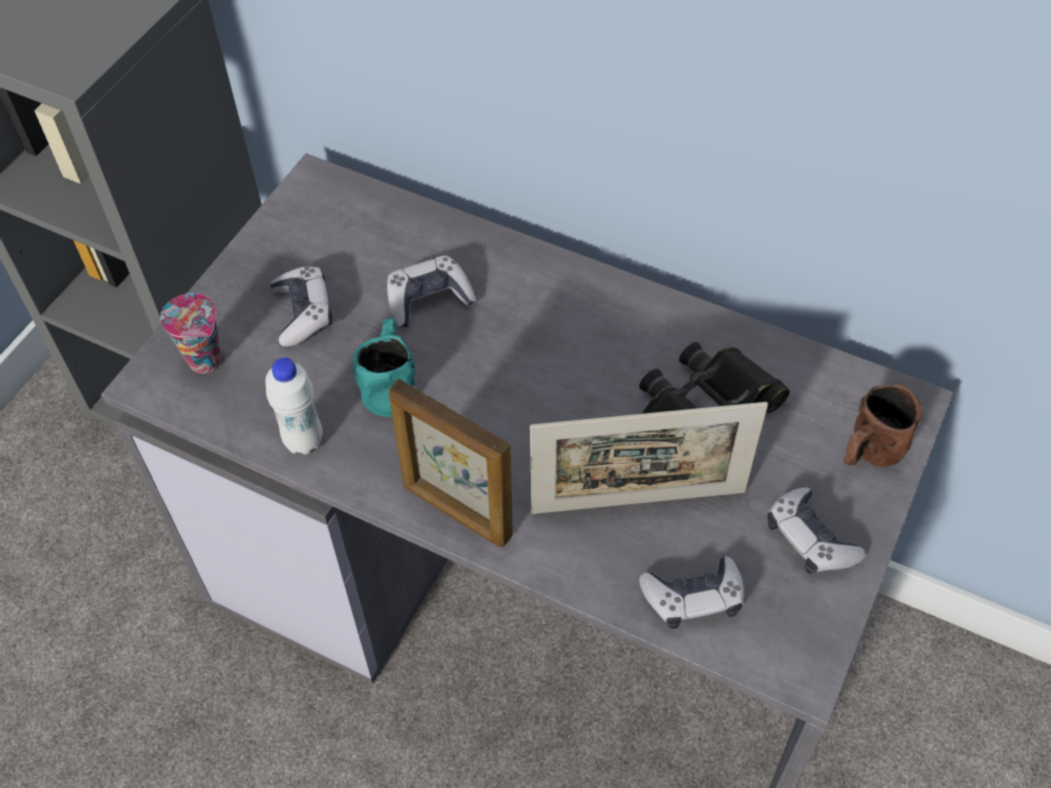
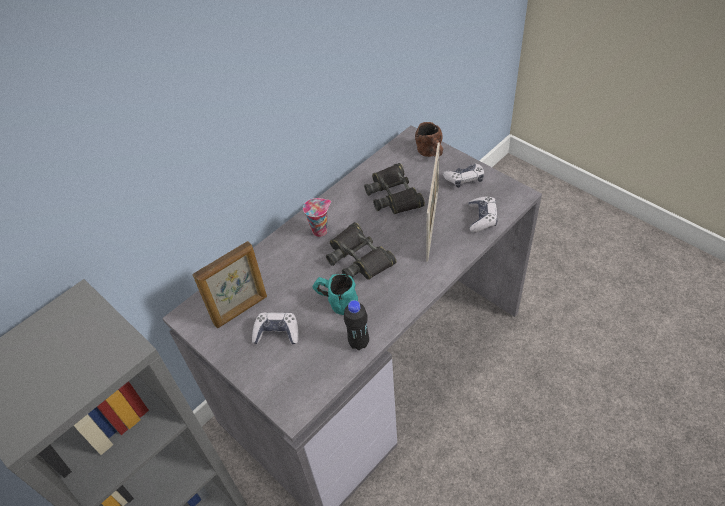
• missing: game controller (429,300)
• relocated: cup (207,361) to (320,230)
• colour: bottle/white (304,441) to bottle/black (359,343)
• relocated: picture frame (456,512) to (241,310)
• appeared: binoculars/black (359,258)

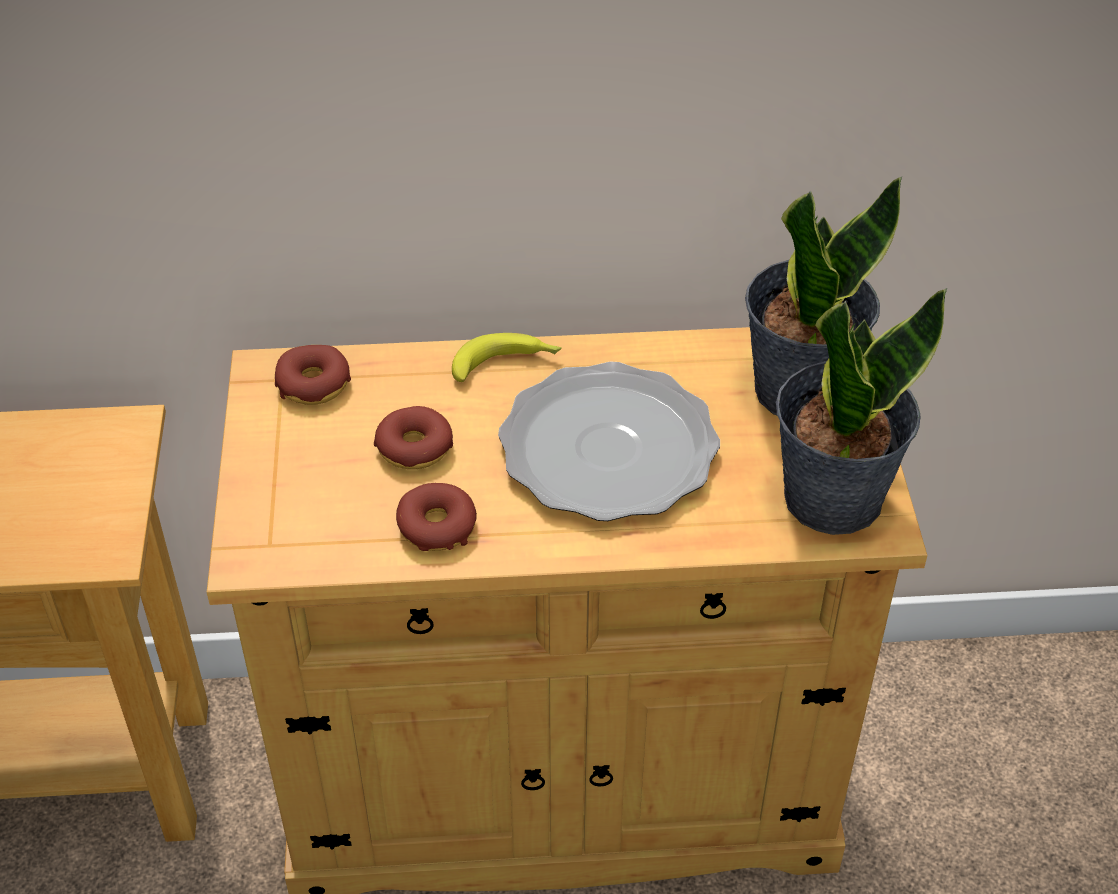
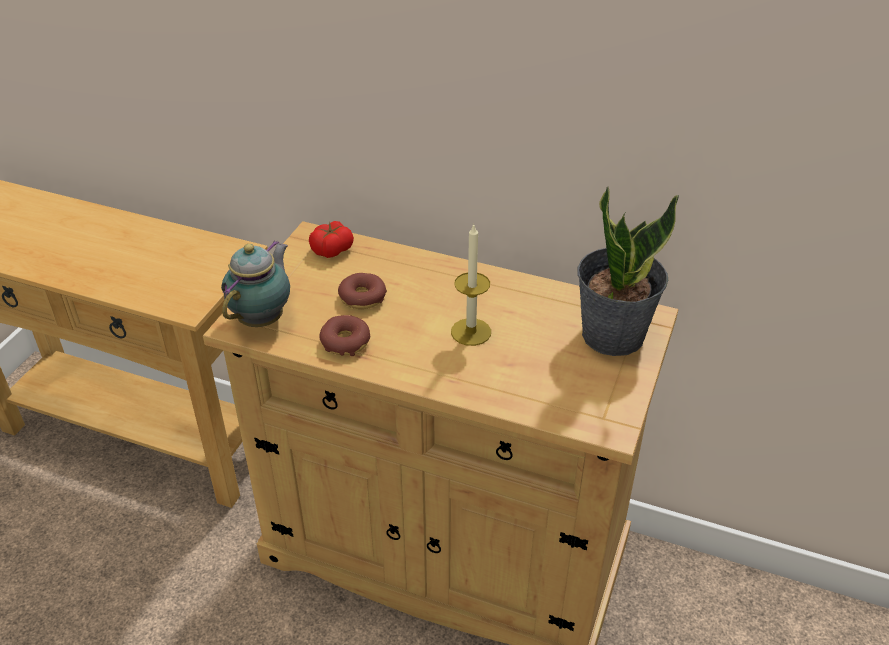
• missing: potted plant (831,496)
• missing: banana (506,365)
• exchanged: donut (313,384) to tomato (331,249)
• exchanged: plate (607,449) to candle (471,332)
• appeared: teapot (263,318)

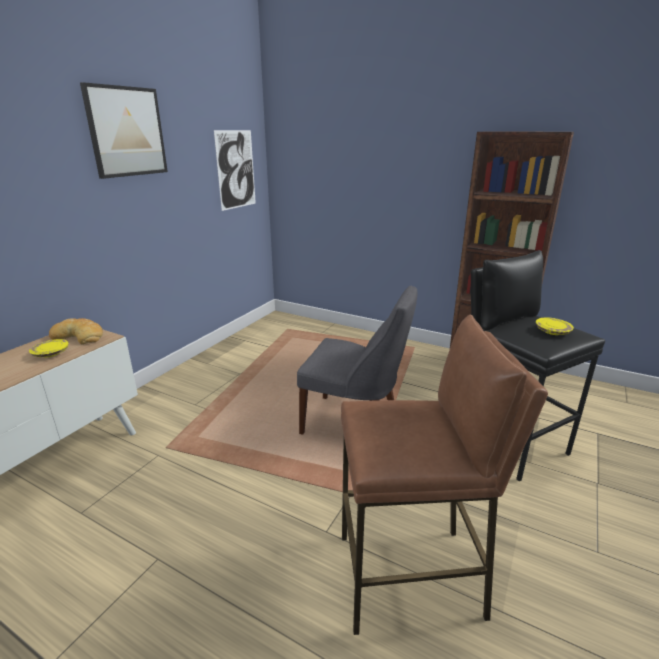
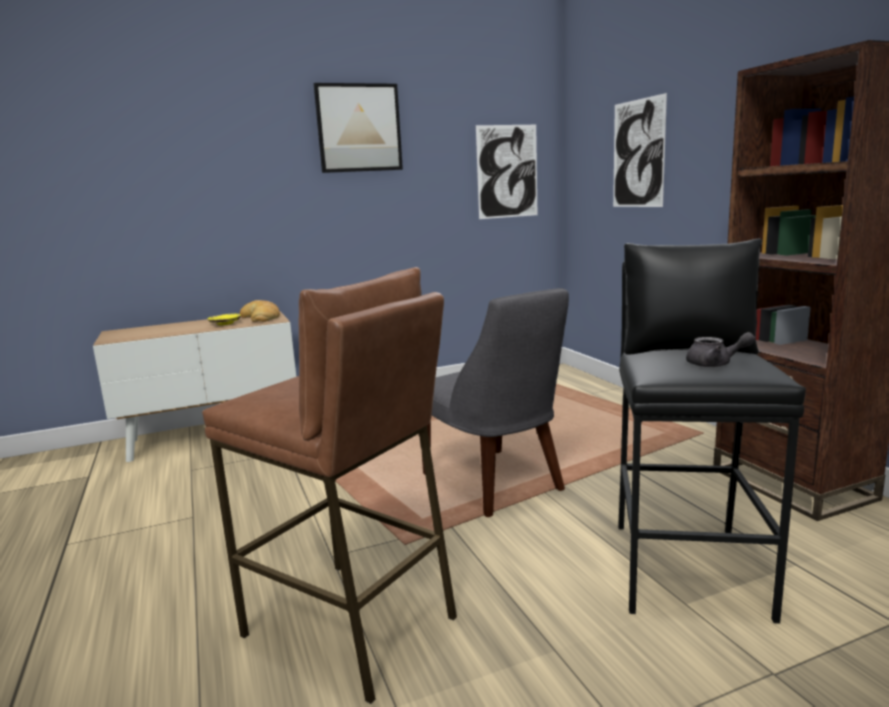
• exchanged: plate/yellow (552,331) to teapot/grey (715,364)
• appeared: picture (638,154)

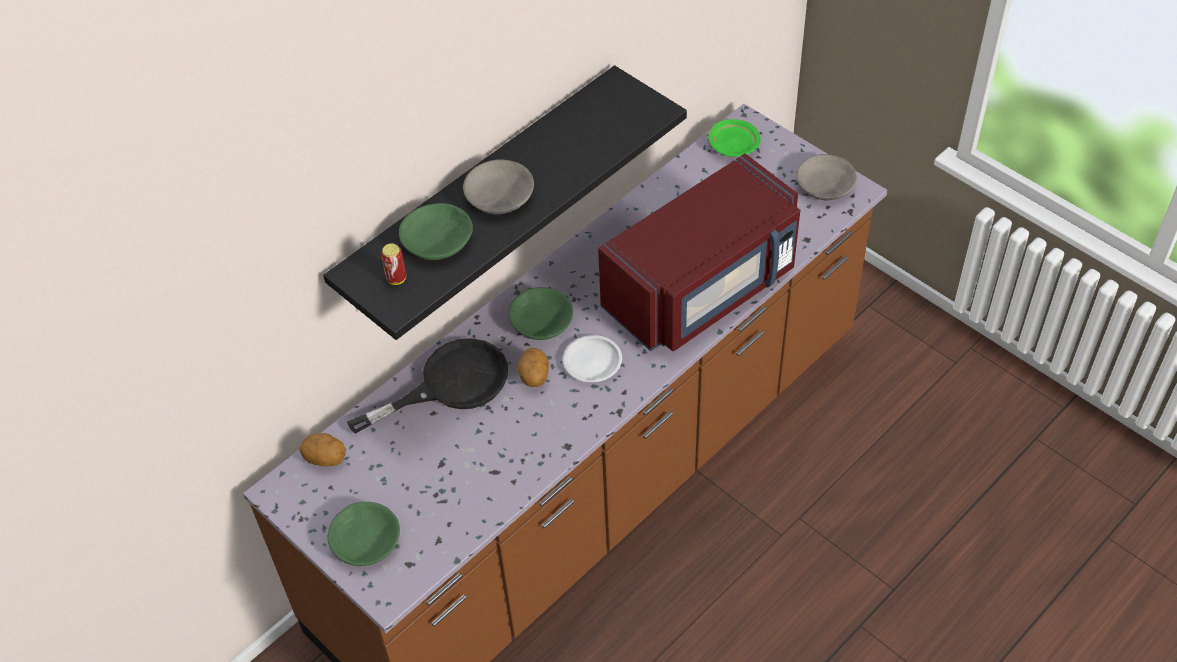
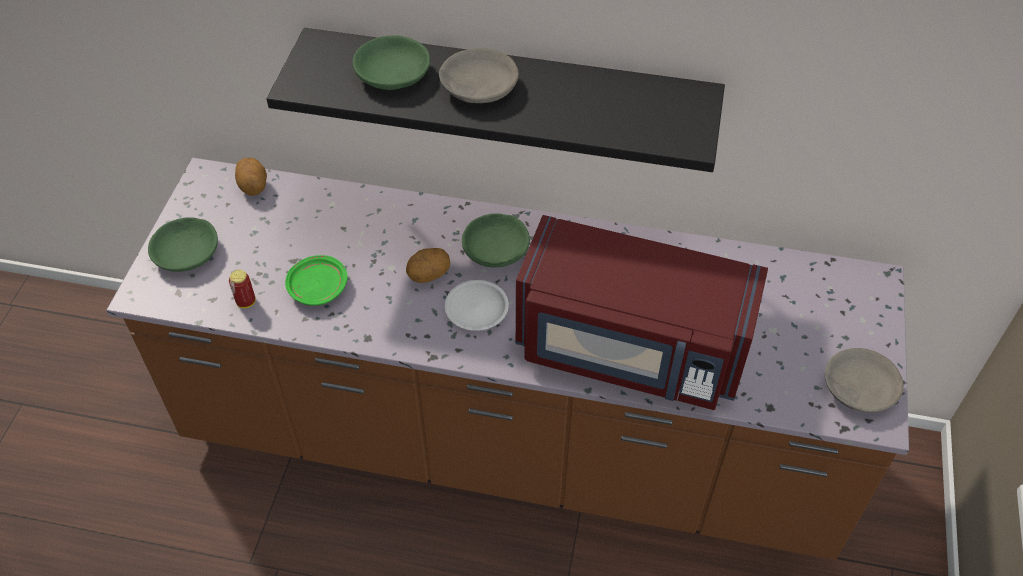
• relocated: plate/green (733,145) to (318,287)
• relocated: can (396,279) to (246,302)
• missing: frying pan/black (450,385)

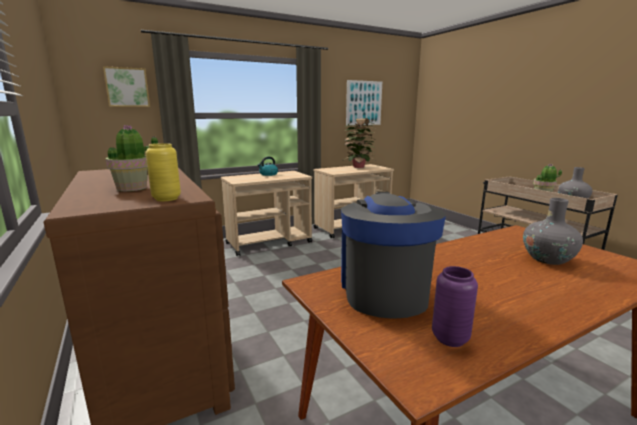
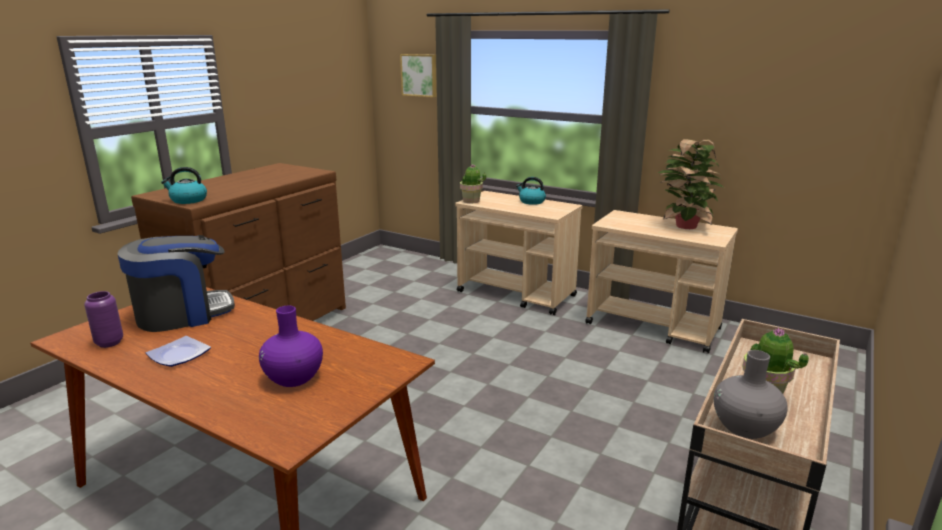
• missing: picture (364,103)
• relocated: potted plant (132,188) to (471,201)
• exchanged: vase/yellow (166,199) to kettle (188,200)
• colour: vase/grey (548,259) to vase/purple (293,378)
• appeared: plate (180,355)

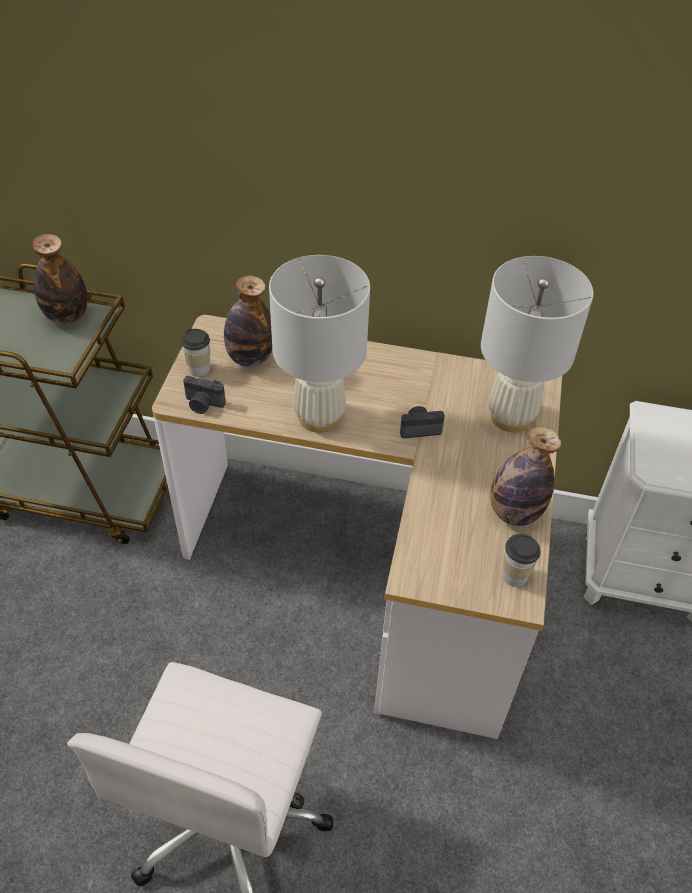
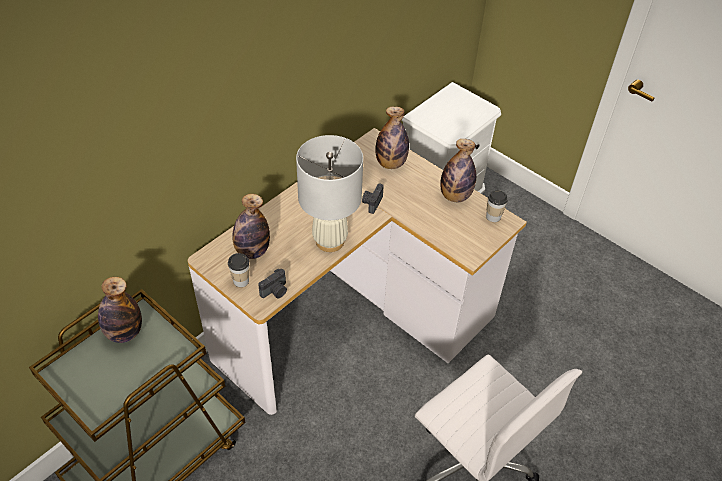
• exchanged: table lamp/white (510,417) to bottle (390,163)

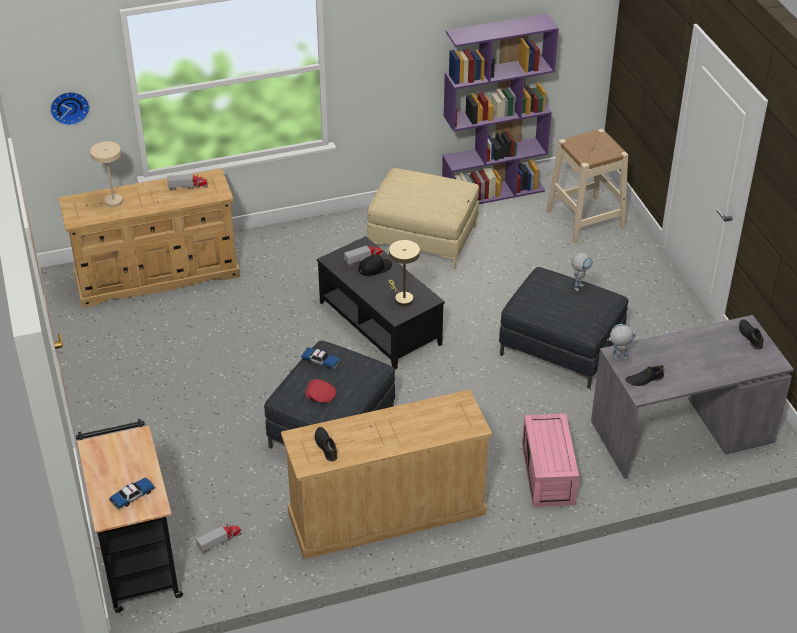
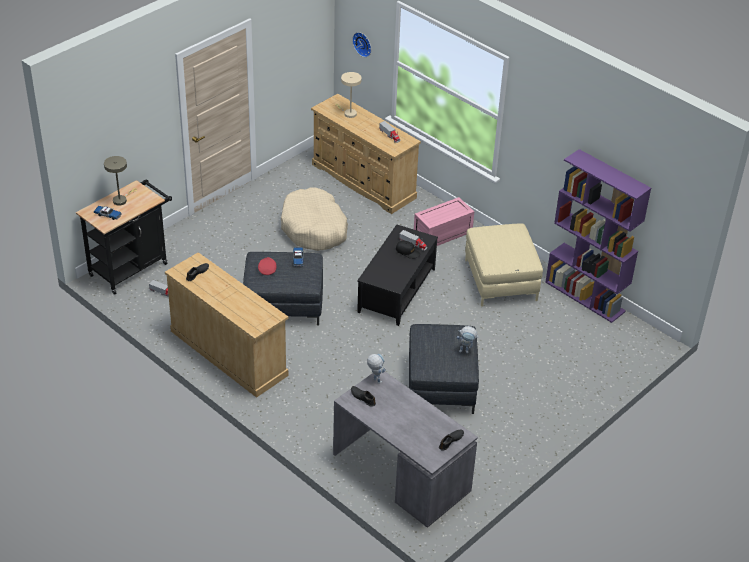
• missing: stool/beige (585,219)
• relocated: table lamp/beige (402,298) to (121,199)
• relocated: storage box/pink (549,474) to (442,234)
• appeared: dog bed/beige (314,228)

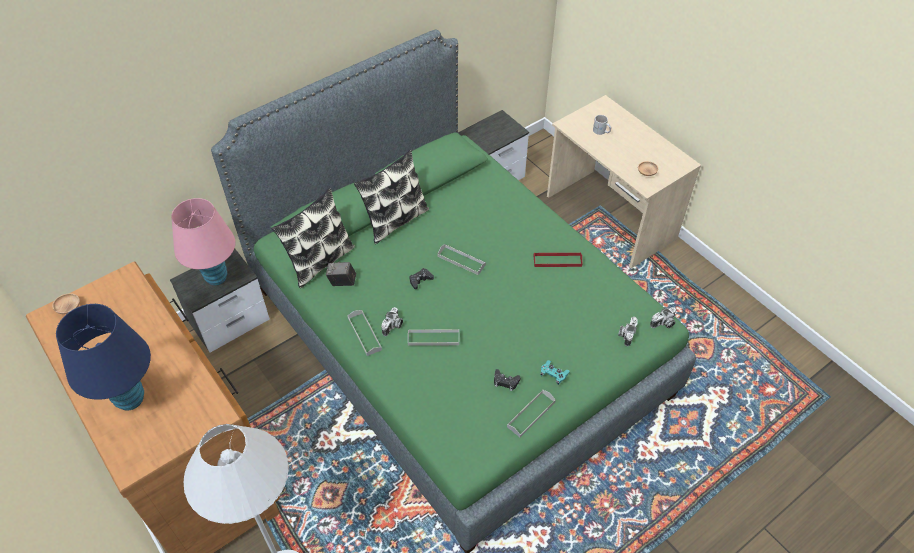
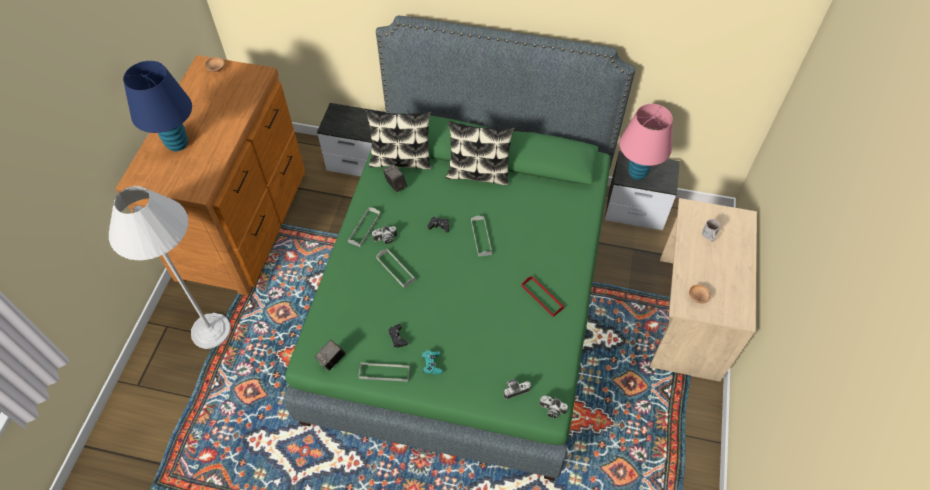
• relocated: table lamp/pink (216,278) to (637,173)
• appeared: photo camera (332,360)

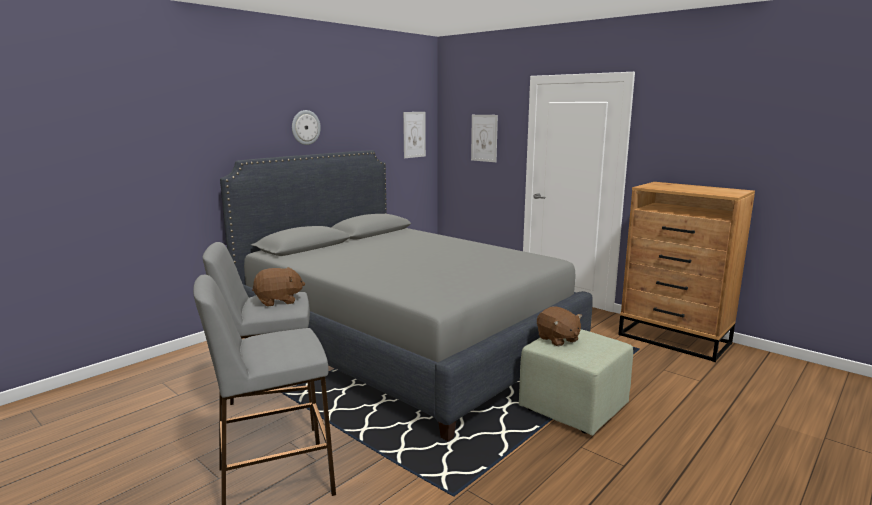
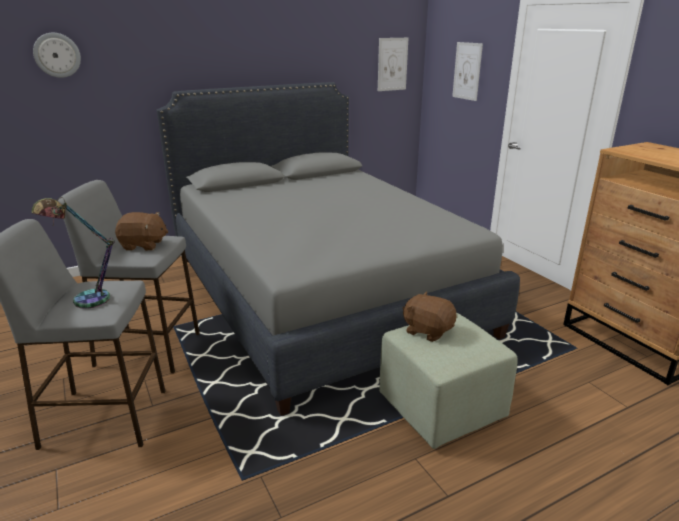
• relocated: wall clock (305,127) to (57,55)
• spun: plush toy/brown (557,339) = (428,330) 135 degrees clockwise
• appeared: table lamp (86,297)

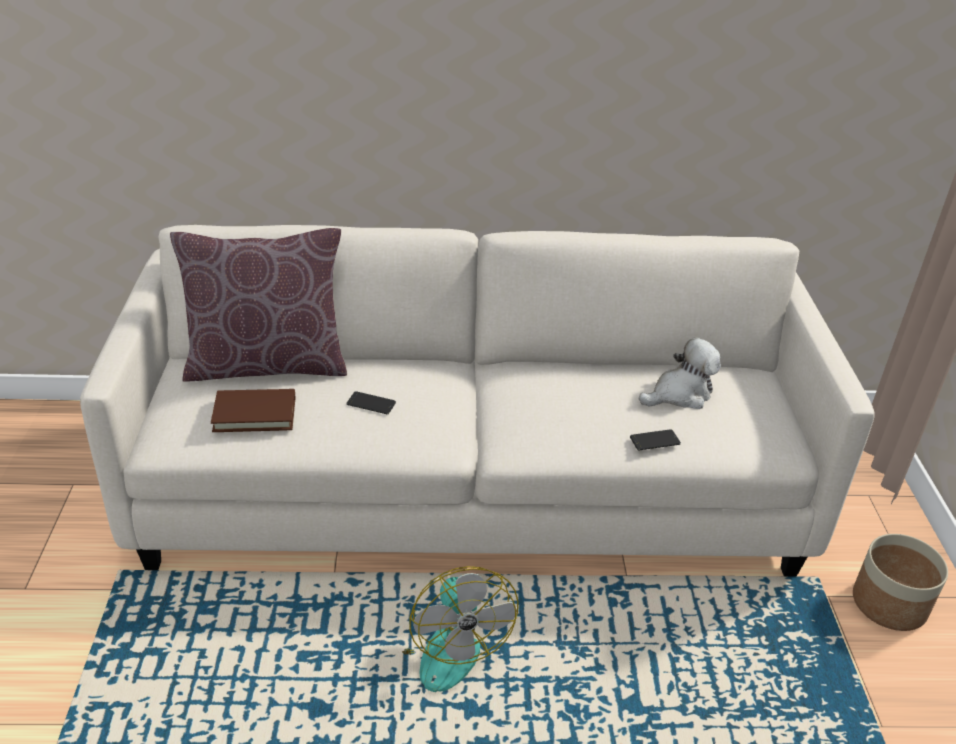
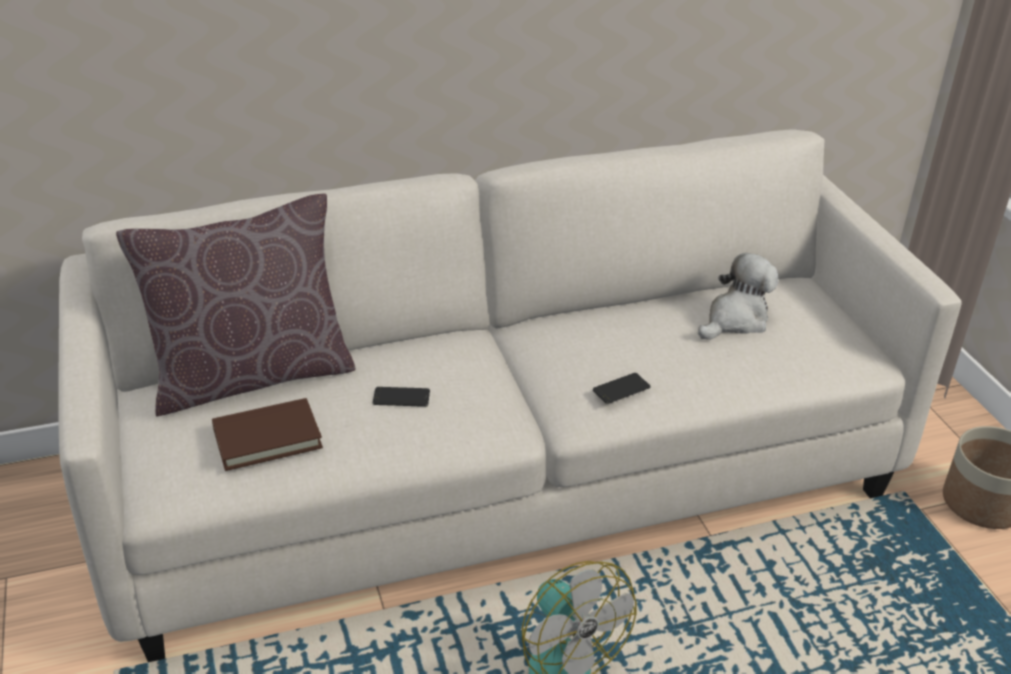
• relocated: phone (654,440) to (621,389)

